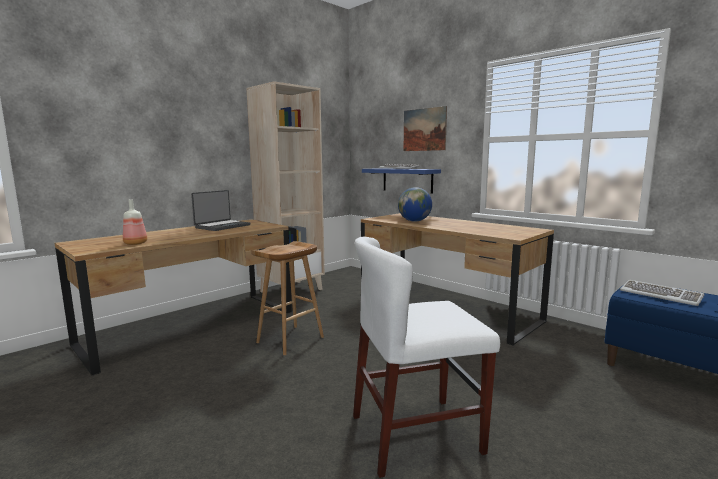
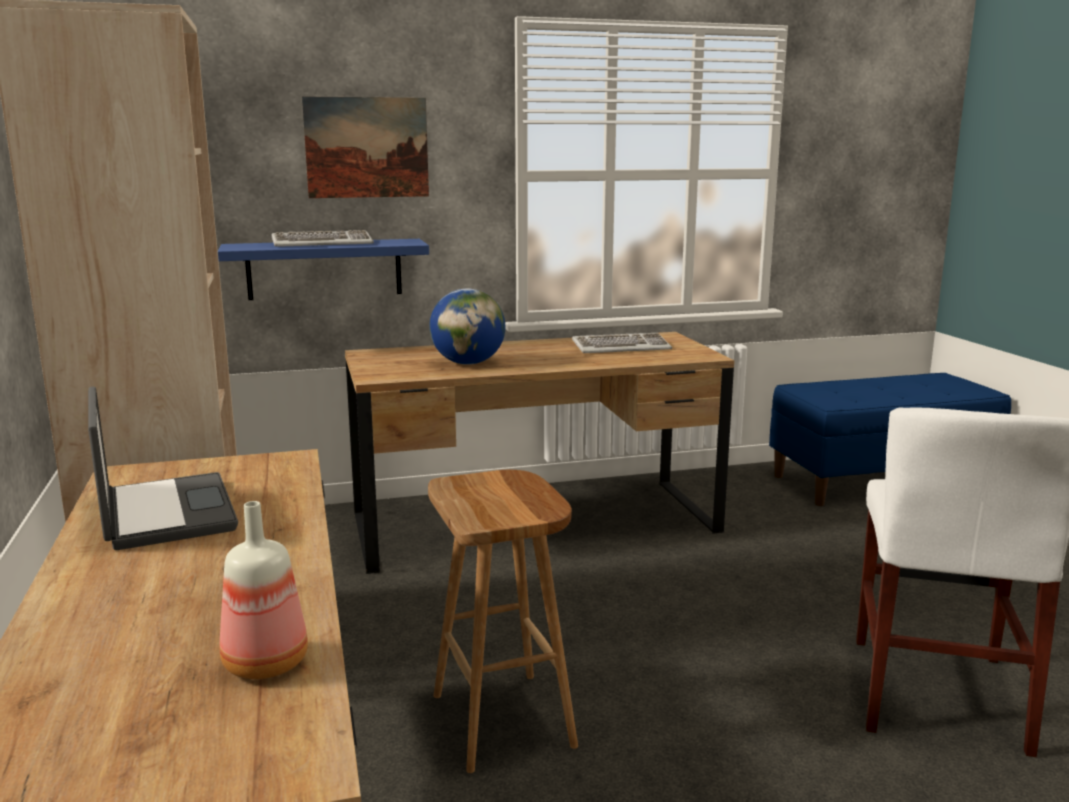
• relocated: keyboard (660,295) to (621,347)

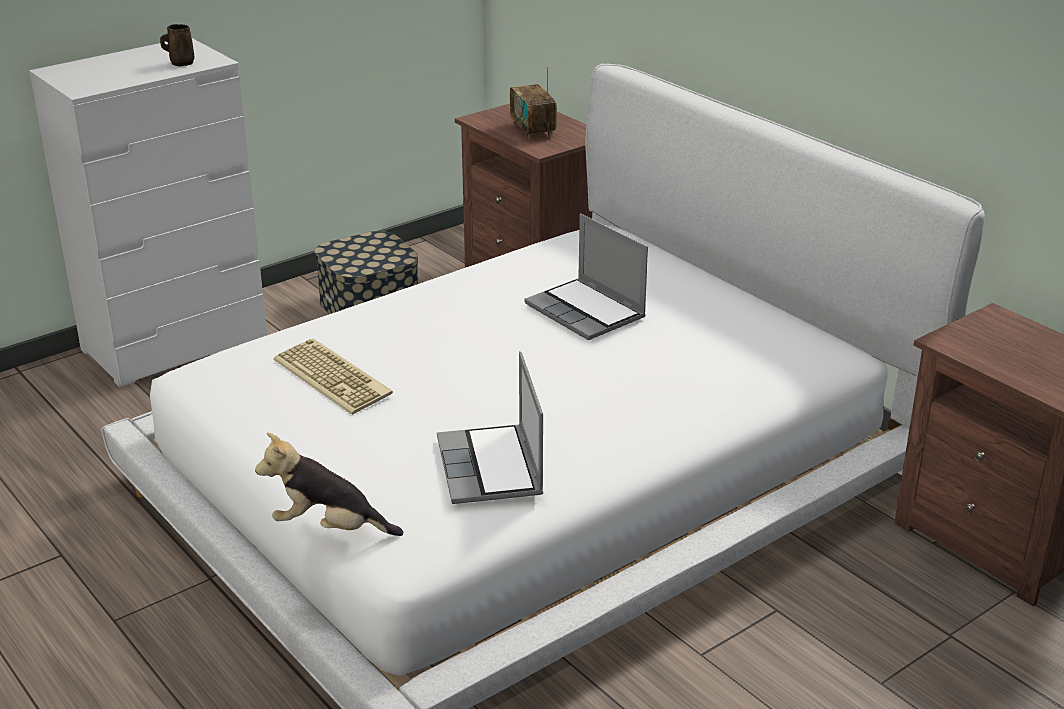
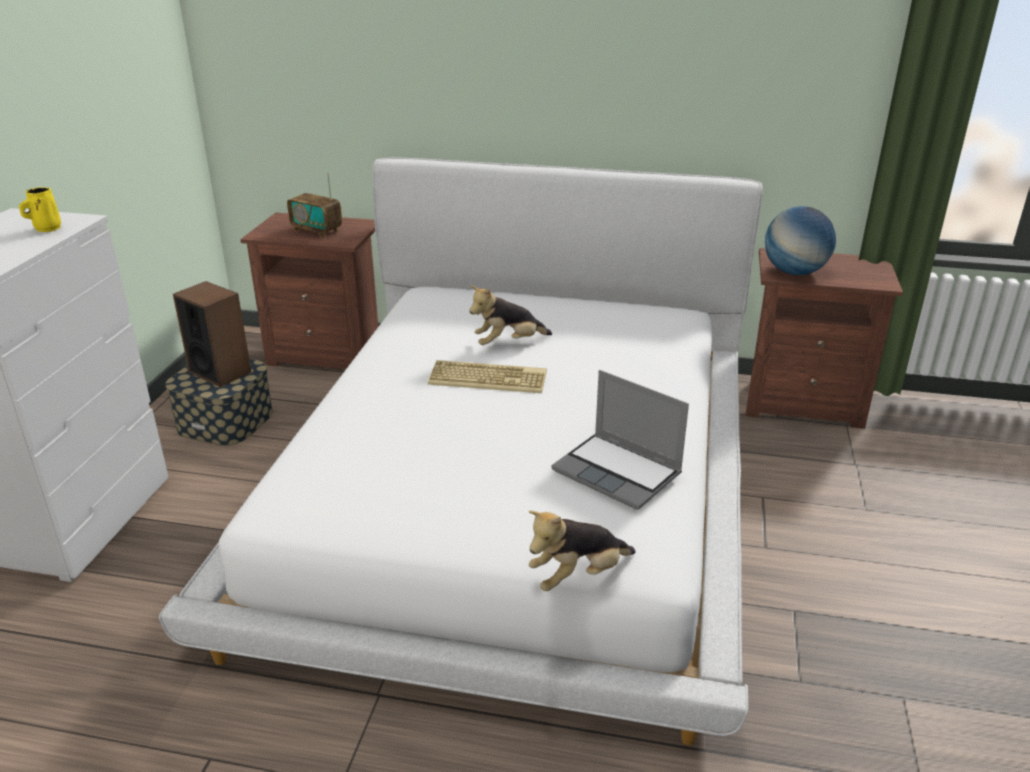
• colour: mug/brown (180,63) to mug/yellow (46,229)
• exchanged: laptop (587,312) to plush toy (508,343)
• relocated: keyboard (334,377) to (489,378)
• appeared: globe (794,272)
• appeared: speaker (220,372)

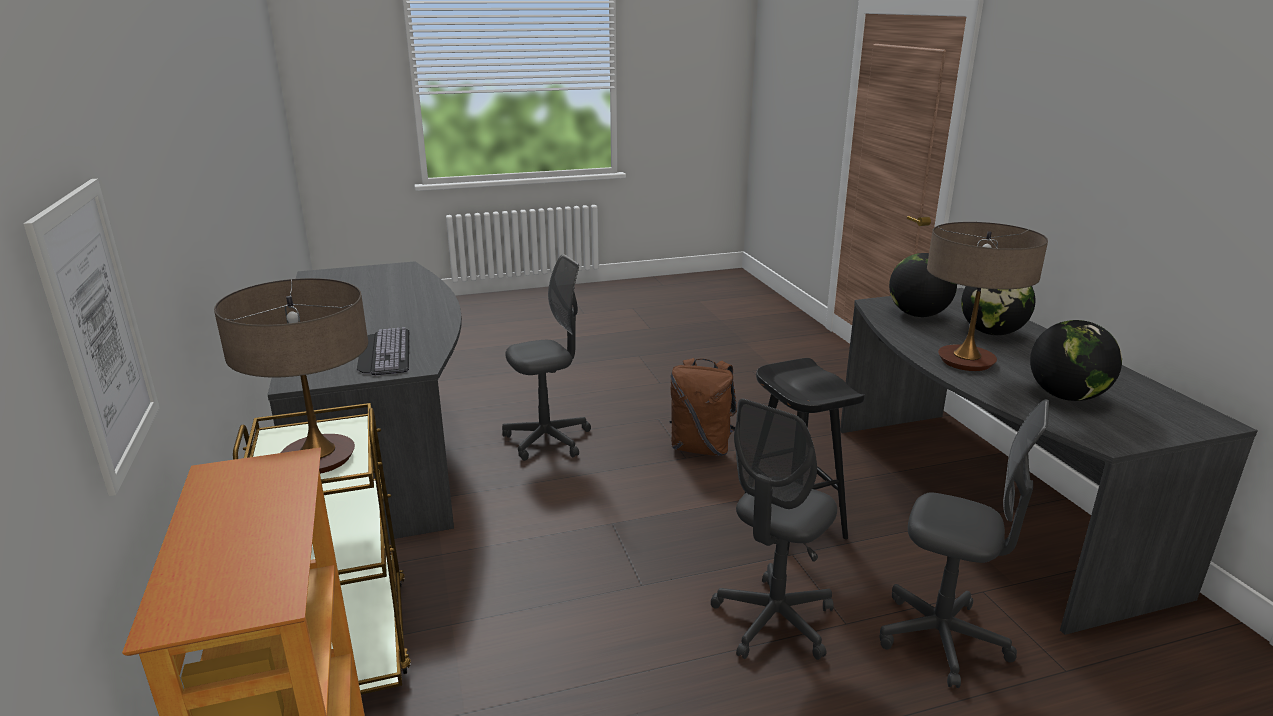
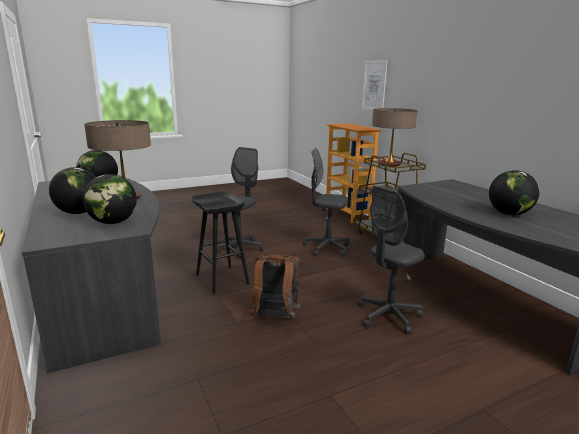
• missing: keyboard (383,352)
• relocated: office chair/grey (942,639) to (326,248)
• appeared: globe (509,213)

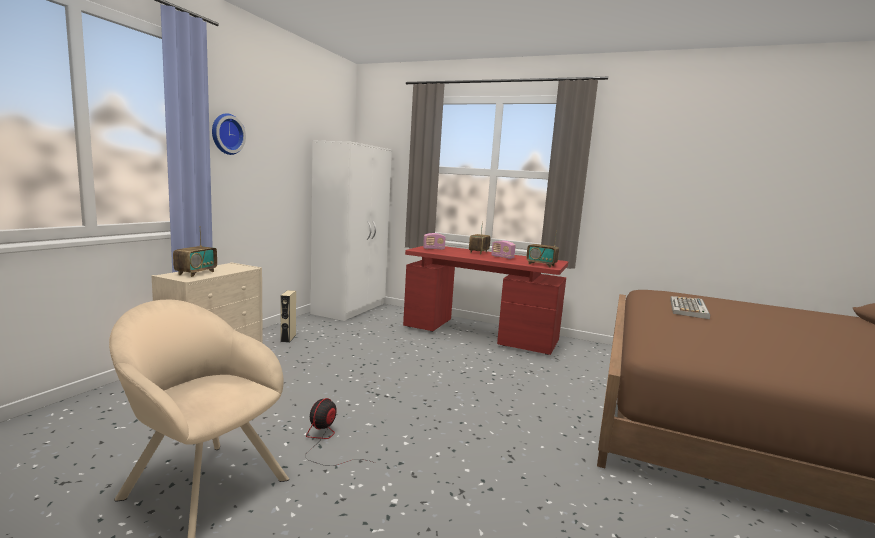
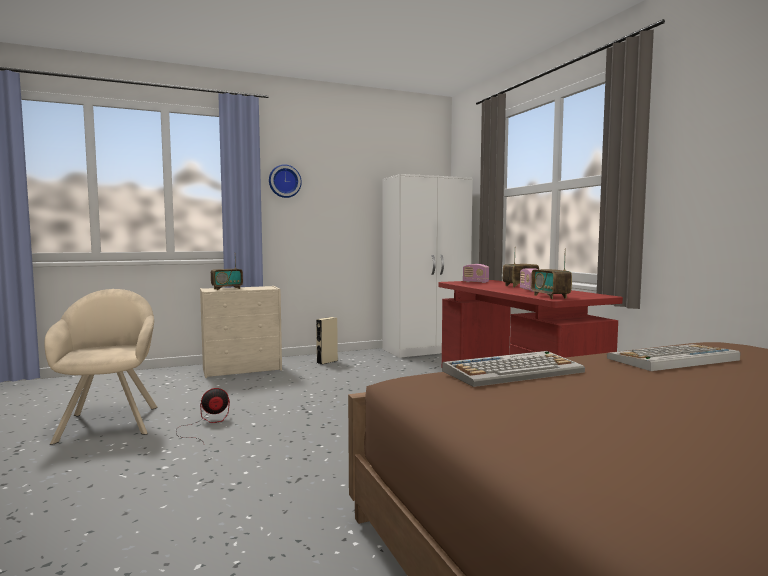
• appeared: keyboard (513,371)

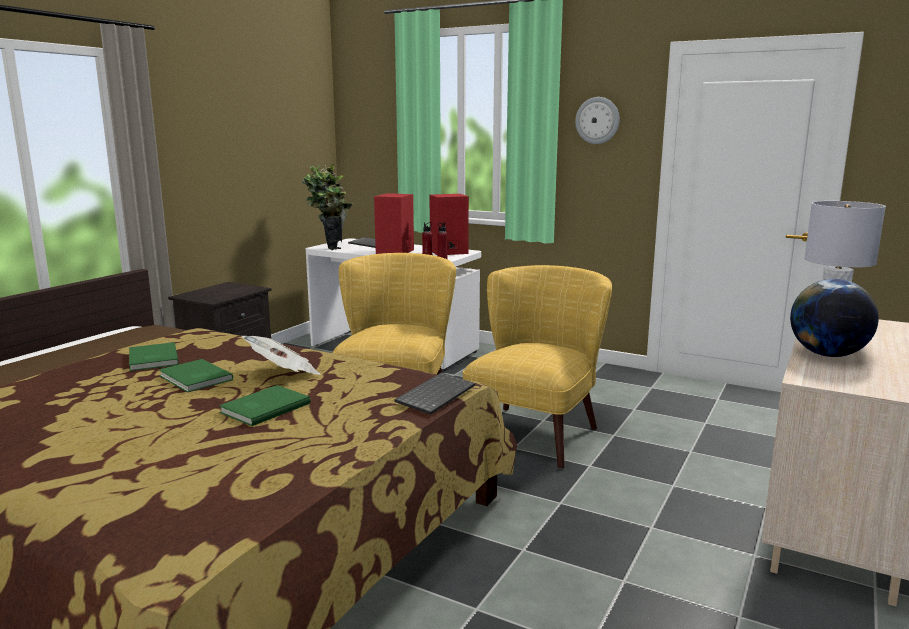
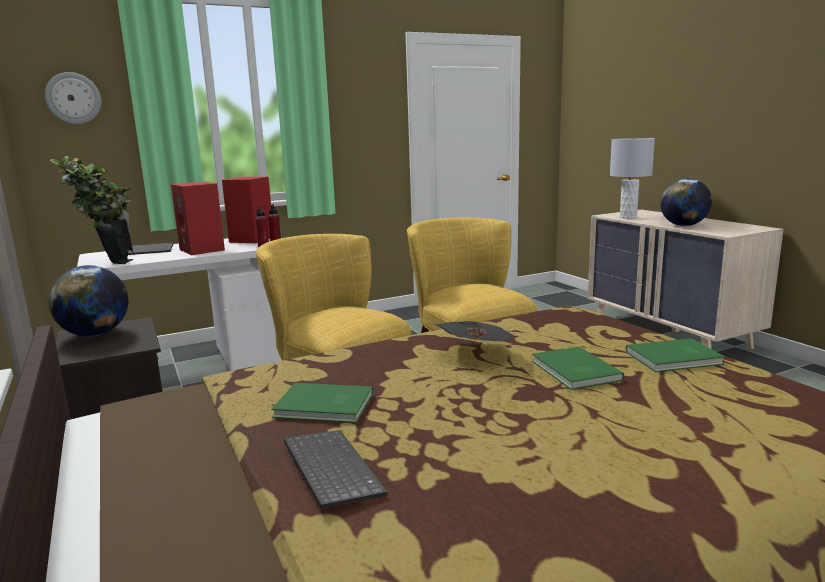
• relocated: wall clock (597,120) to (73,98)
• relocated: book/green (194,378) to (676,358)
• relocated: keyboard (435,394) to (328,469)
• appeared: globe (95,334)

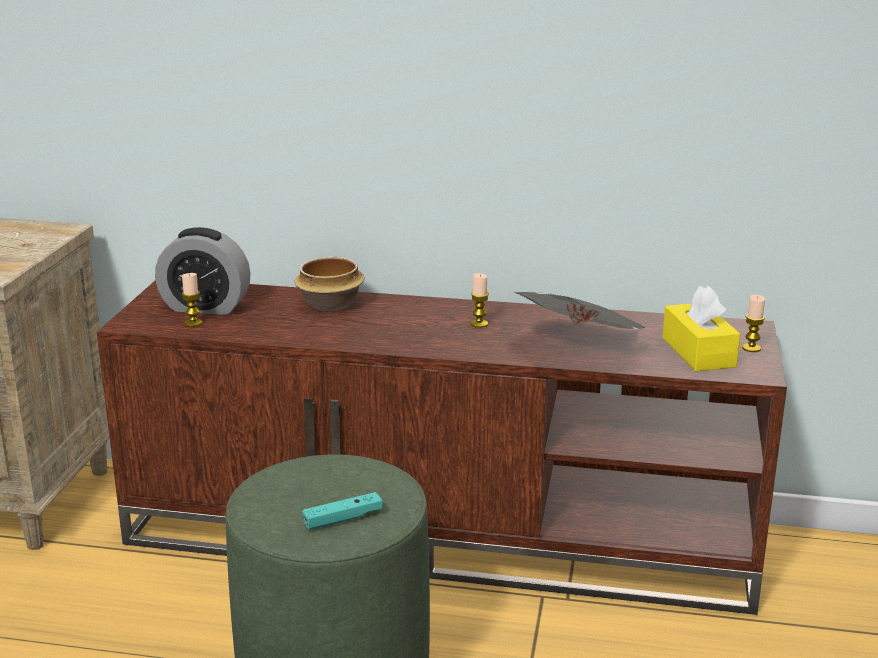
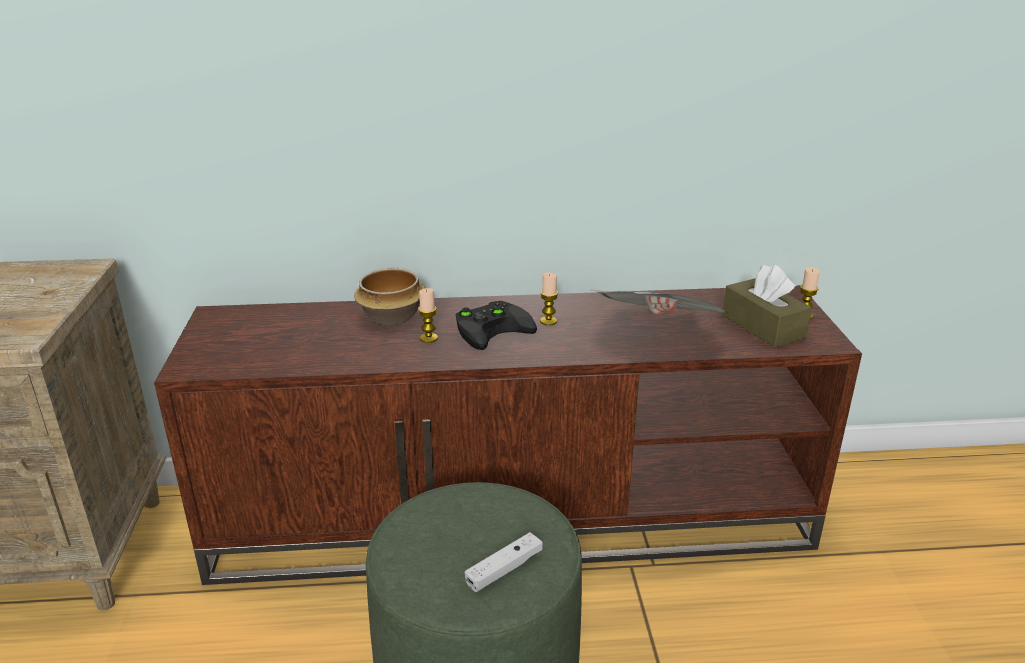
• missing: alarm clock (205,307)
• relocated: candle (193,323) to (429,338)
• colour: tissue box/yellow (698,352) to tissue box/brown (763,326)
• colour: game controller/turquoise (343,519) to game controller/white (504,569)
• appeared: game controller/black (493,328)

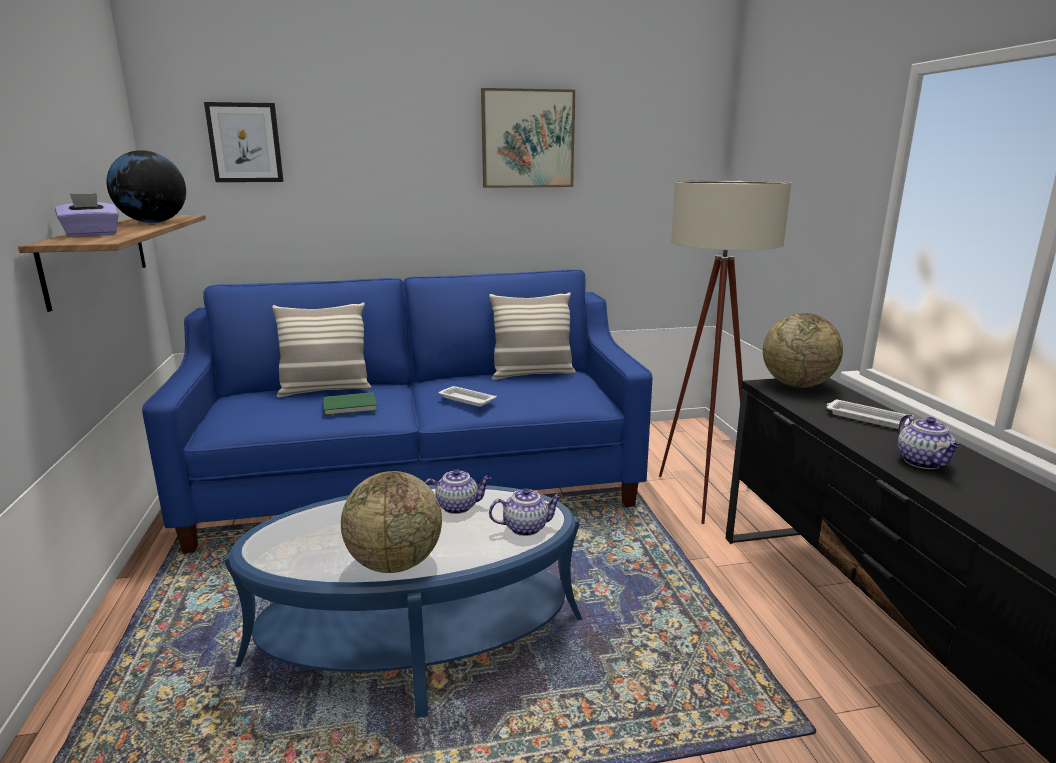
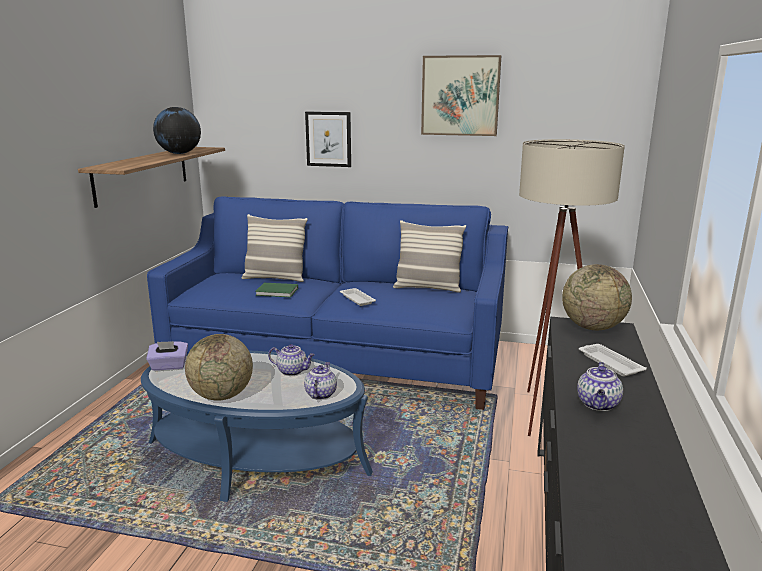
• relocated: picture (245,143) to (328,139)
• relocated: tissue box/purple (92,234) to (169,366)
• spun: teapot (526,527) = (320,394) 90 degrees counterclockwise

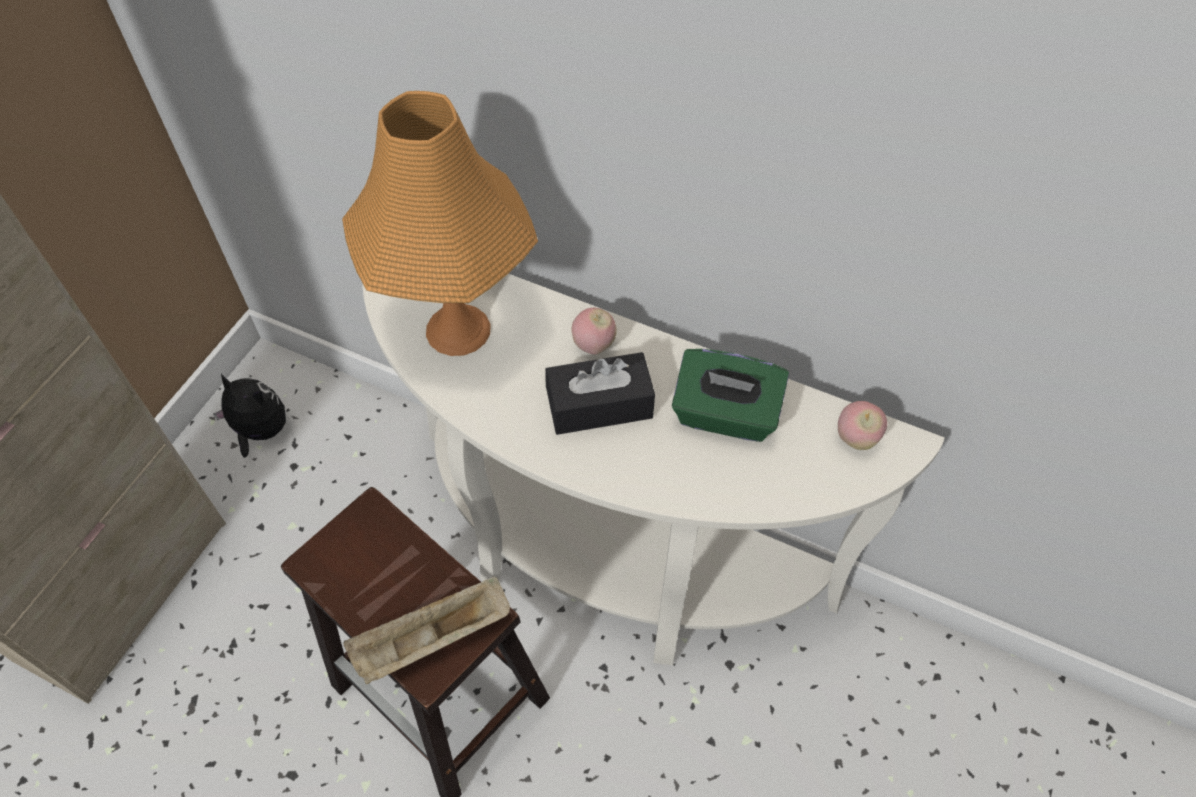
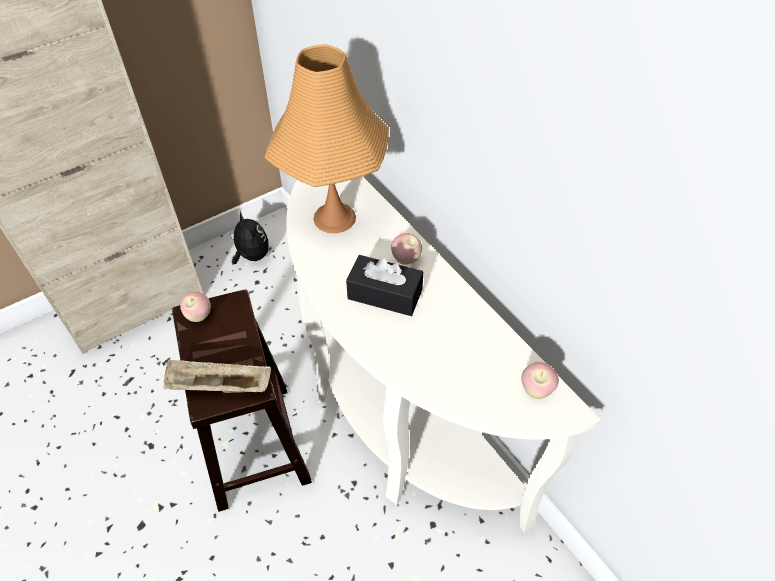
• missing: tissue box/green (725,415)
• appeared: apple (199,316)

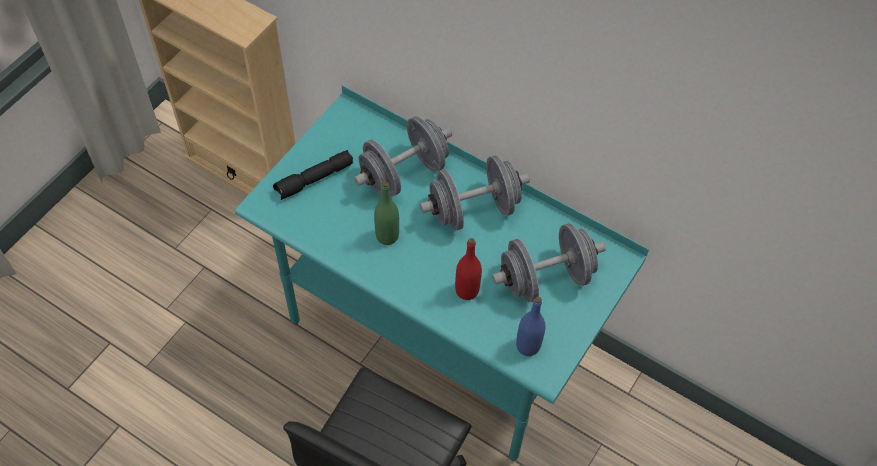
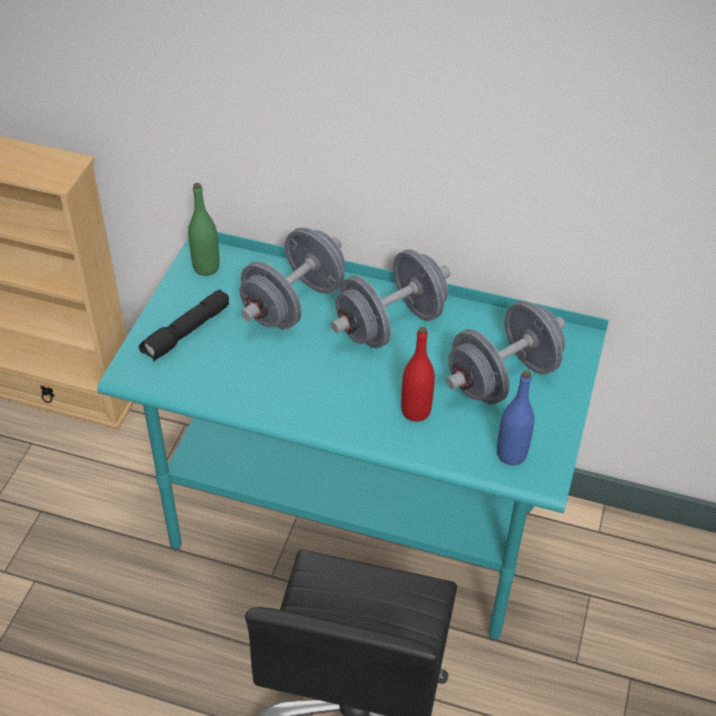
• relocated: bottle/green (387,236) to (206,268)

